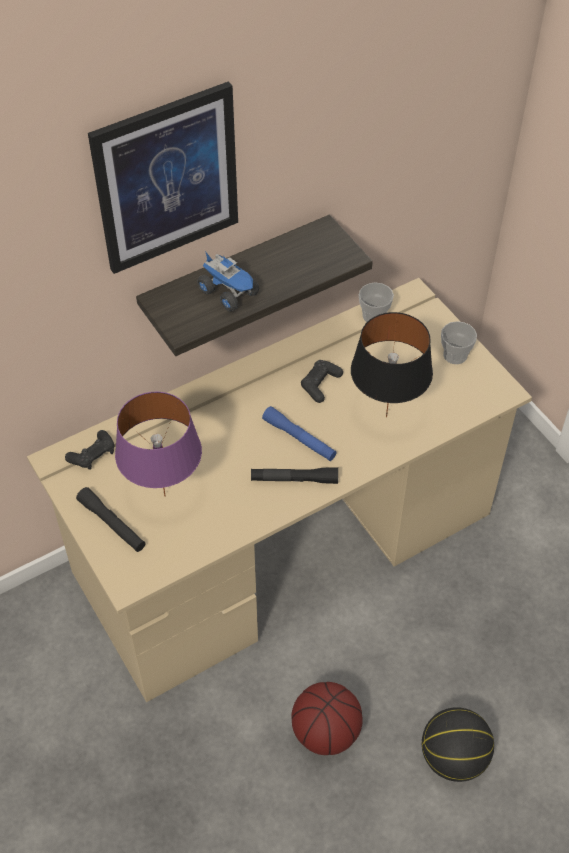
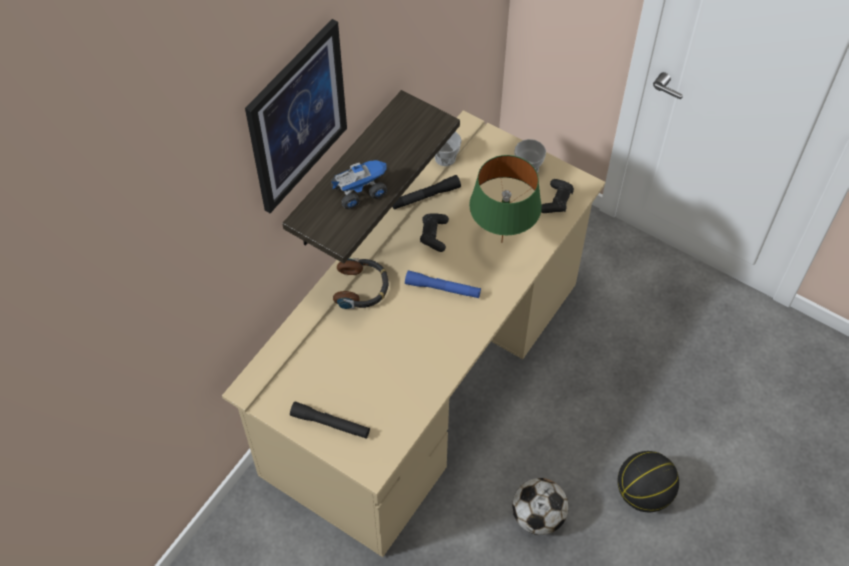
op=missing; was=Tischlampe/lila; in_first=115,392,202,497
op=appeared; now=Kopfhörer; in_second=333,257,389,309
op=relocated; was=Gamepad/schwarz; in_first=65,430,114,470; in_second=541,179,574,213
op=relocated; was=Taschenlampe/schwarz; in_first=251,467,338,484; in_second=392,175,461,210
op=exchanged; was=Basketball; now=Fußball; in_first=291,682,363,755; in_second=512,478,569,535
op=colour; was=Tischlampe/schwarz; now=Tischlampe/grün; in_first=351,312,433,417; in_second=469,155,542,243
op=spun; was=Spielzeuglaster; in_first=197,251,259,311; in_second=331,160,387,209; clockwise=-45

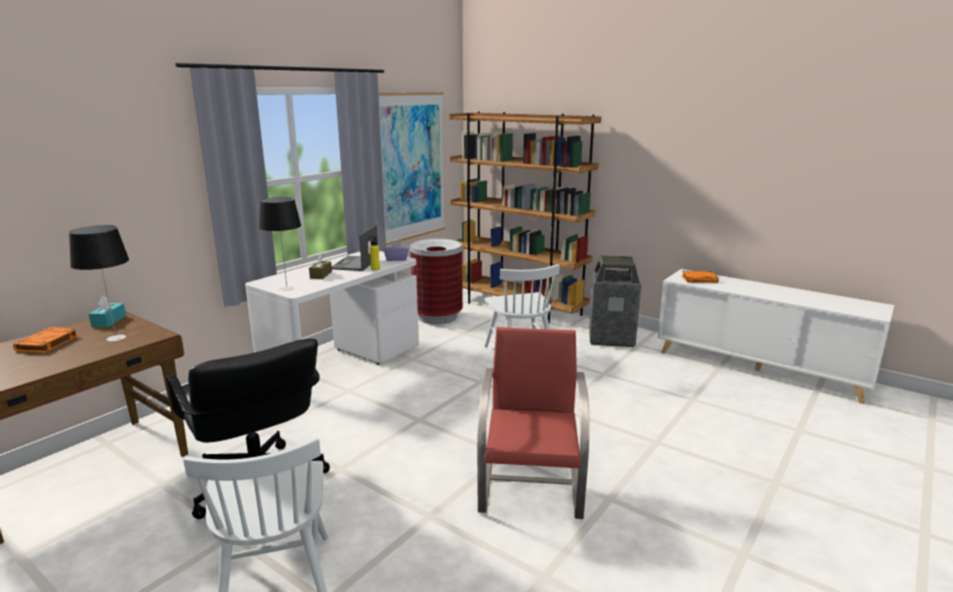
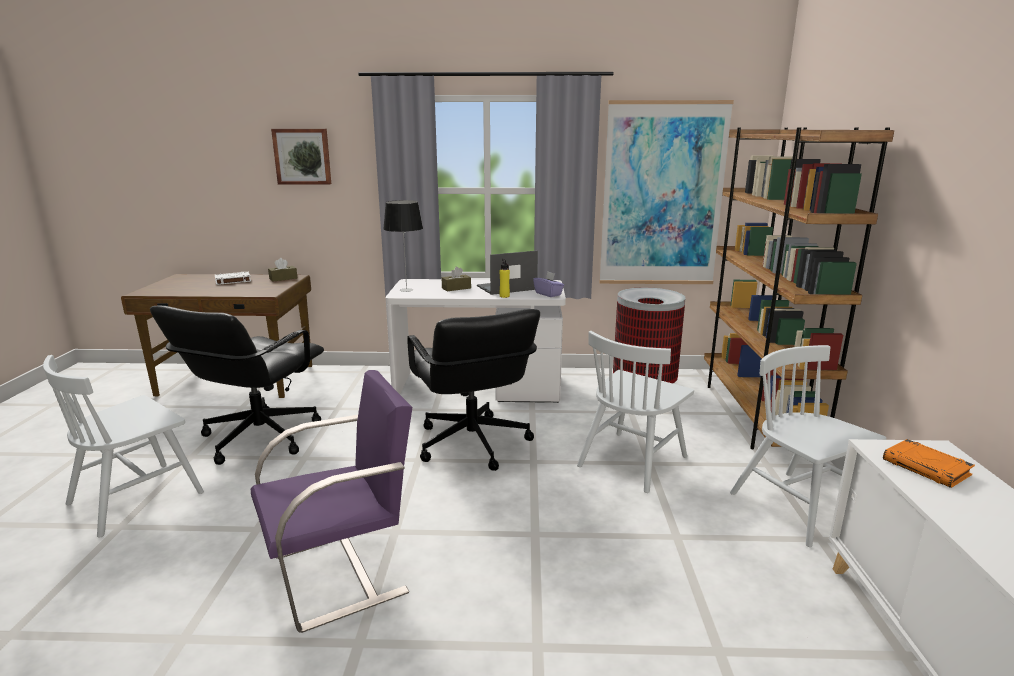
op=missing; was=Tischlampe; in_first=69,225,129,342
op=appeared; now=Bild; in_second=271,129,331,185
op=appeared; now=Bürostuhl/schwarz; in_second=407,309,540,471
op=exchanged; was=Mülleimer; now=Stuhl/weiß; in_first=589,255,641,347; in_second=730,345,886,547
op=colour; was=Buch/orange; now=Buch/weiß; in_first=13,327,78,353; in_second=215,272,251,285
op=colour; was=Taschentuchbox/türkis; now=Taschentuchbox/braun; in_first=89,296,126,327; in_second=268,258,298,282
op=colour; was=Stuhl/rot; now=Stuhl/lila; in_first=477,327,590,519; in_second=251,370,412,633

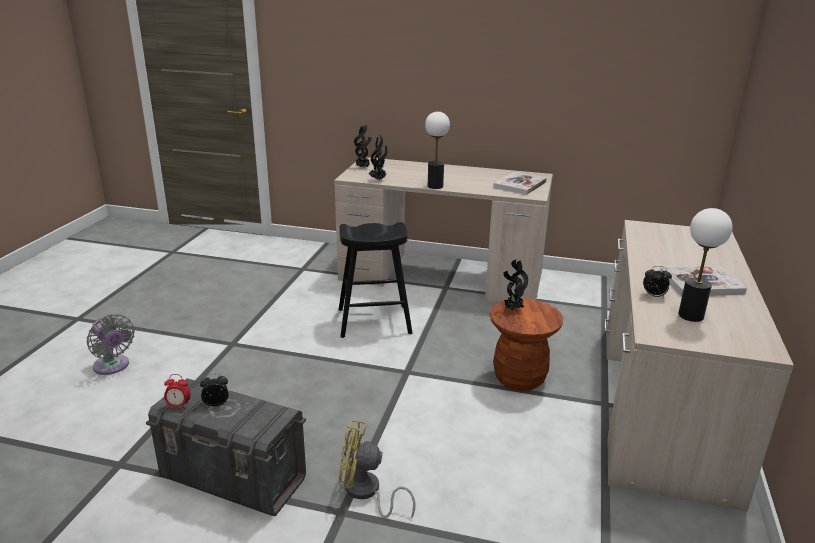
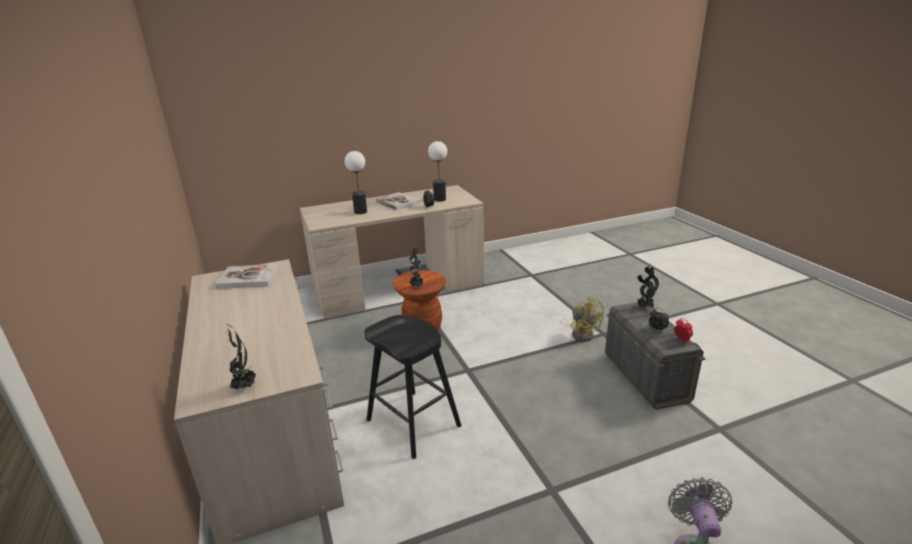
op=relocated; was=Topfpflanze; in_first=369,134,388,180; in_second=637,266,659,308
op=relocated; was=Tischlampe; in_first=425,112,450,189; in_second=345,151,367,214

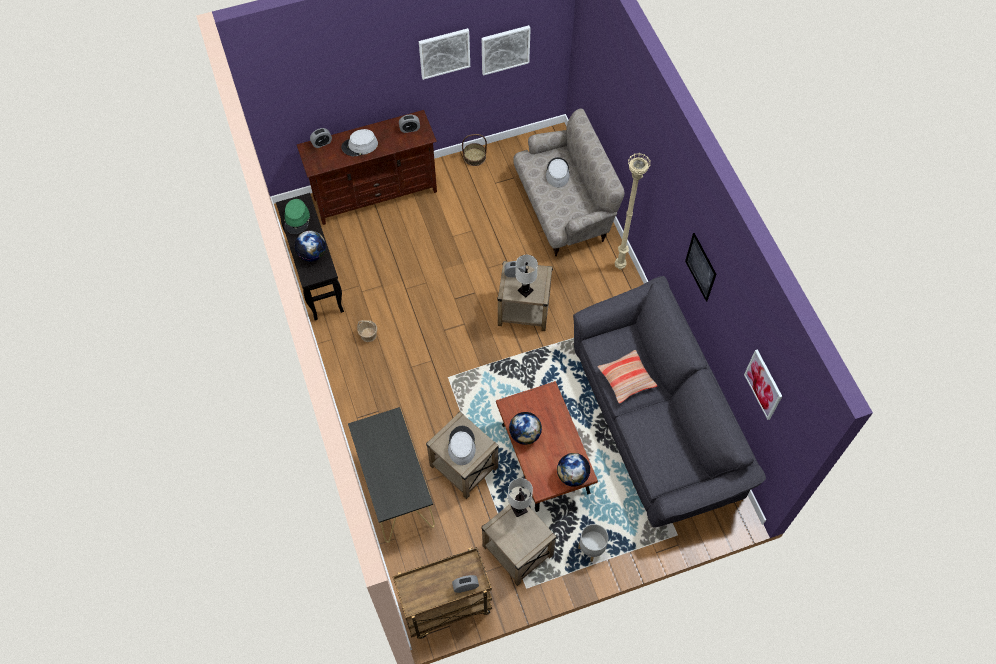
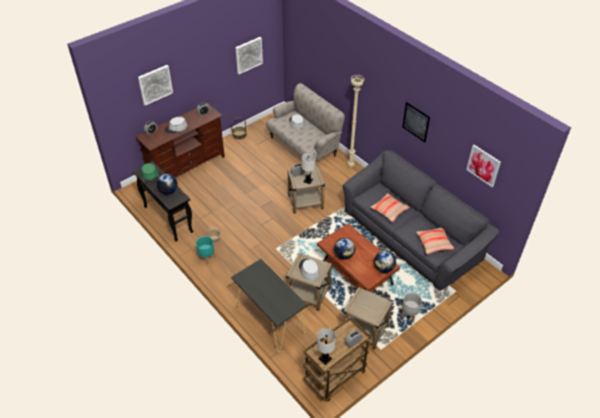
op=appeared; now=Pflanzkübel/türkis; in_second=196,236,215,264
op=appeared; now=Kissen; in_second=416,228,454,254
op=relocated; was=Bild; in_first=419,28,470,80; in_second=138,65,173,105
op=relocated; was=Tischlampe/weiß; in_first=508,478,533,517; in_second=317,328,336,365

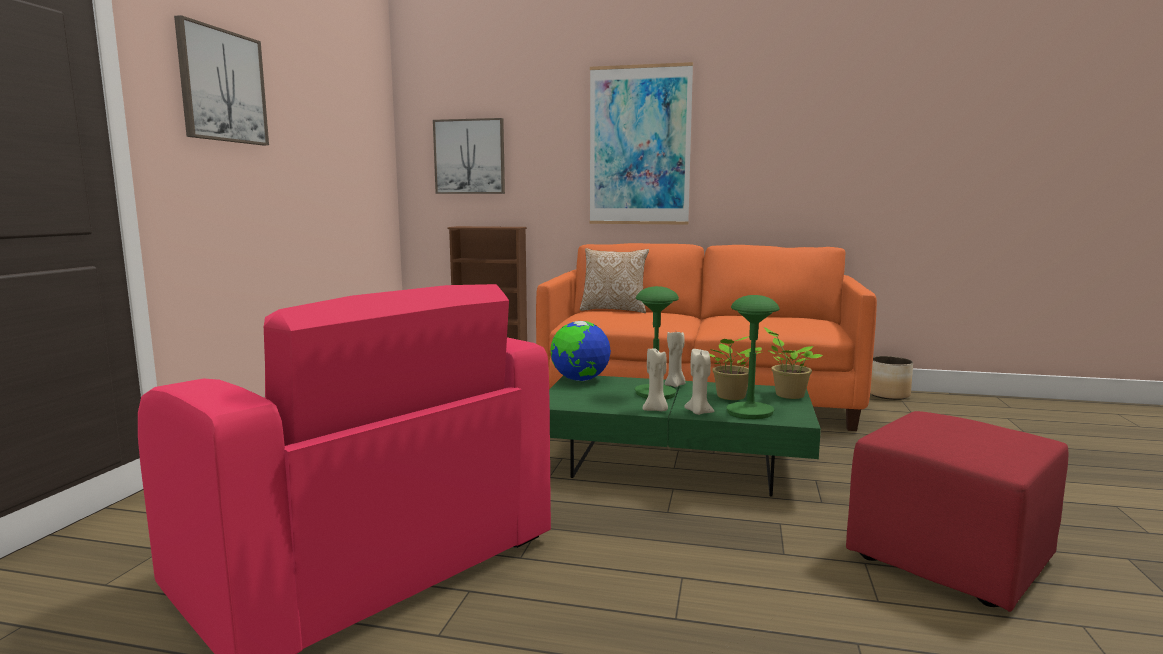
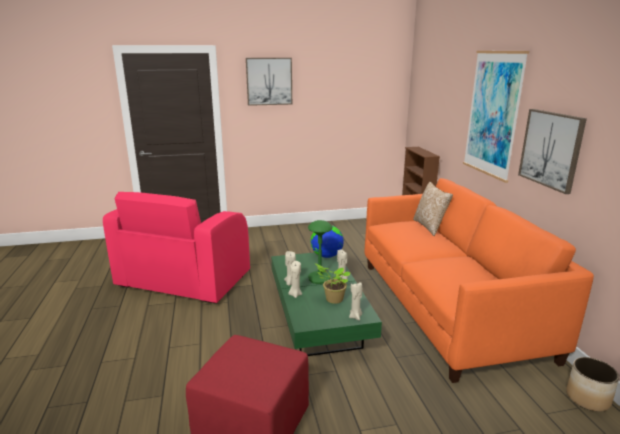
op=missing; was=Tischlampe/grün; in_first=726,295,780,419
op=relocated; was=Bild; in_first=433,118,505,194; in_second=518,109,587,194
op=exchanged; was=Topfpflanze; now=Kerze/beige; in_first=764,327,823,399; in_second=349,282,363,321

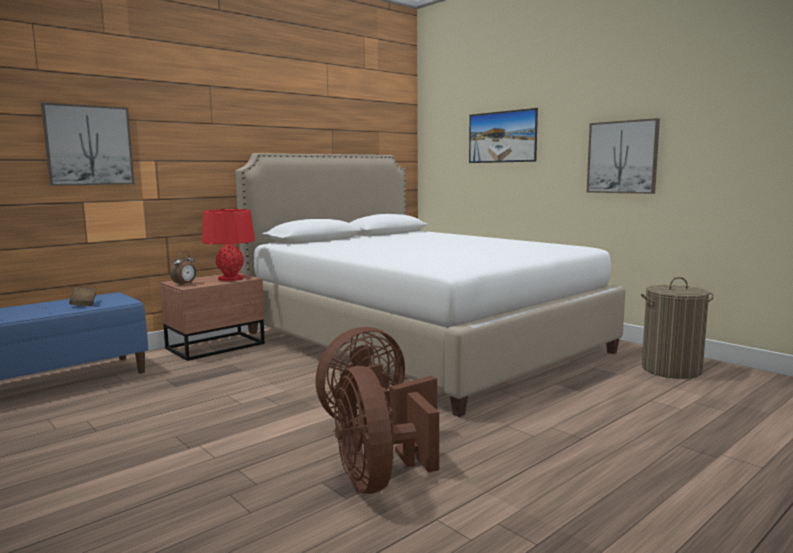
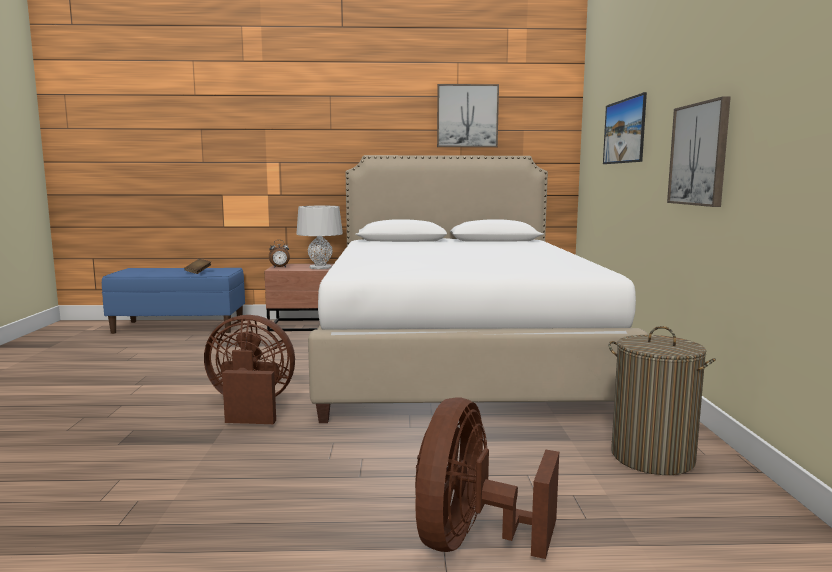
op=relocated; was=Bild; in_first=41,102,135,186; in_second=437,84,499,147
op=relocated; was=Ventilator/braun; in_first=334,366,439,494; in_second=415,398,559,559
op=colour; was=Tischlampe/rot; now=Tischlampe/grau; in_first=202,209,255,281; in_second=296,206,343,269

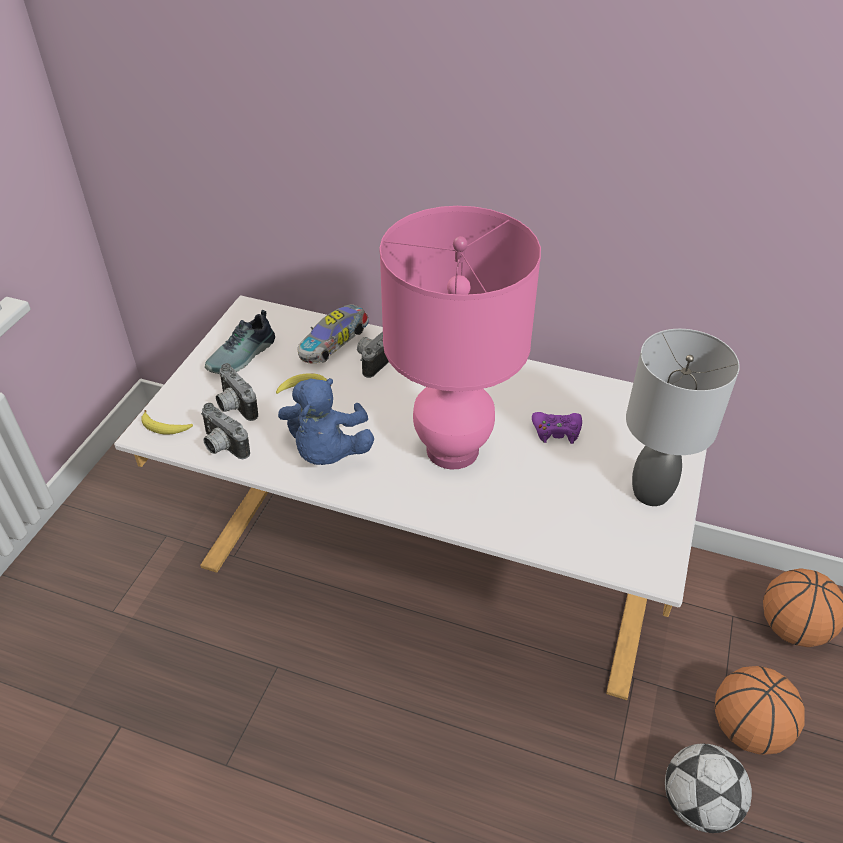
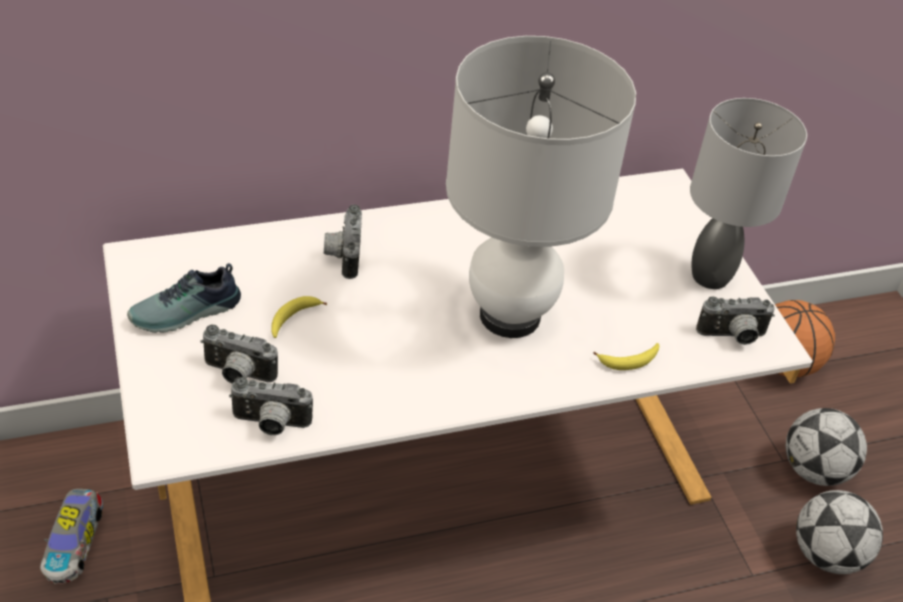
op=missing; was=Plüschtier/blau; in_first=278,378,374,465
op=missing; was=Gamepad/lila; in_first=532,412,582,444
op=appeared; now=Kamera; in_second=696,296,775,345
op=relocated; was=Banane; in_first=141,410,193,434; in_second=593,343,659,370
op=relocated; was=Spielzeugauto; in_first=297,304,369,364; in_second=40,489,103,584
op=exchanged; was=Basketball; now=Fußball; in_first=715,666,804,755; in_second=785,408,867,486
op=colour; was=Tischlampe/rosa; now=Tischlampe/weiß; in_first=379,206,541,470; in_second=446,36,636,338
op=spun; was=Schuh; in_first=205,310,275,374; in_second=127,263,241,333; clockwise=60

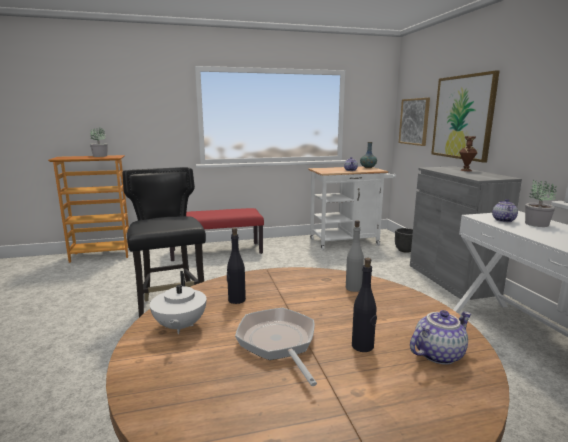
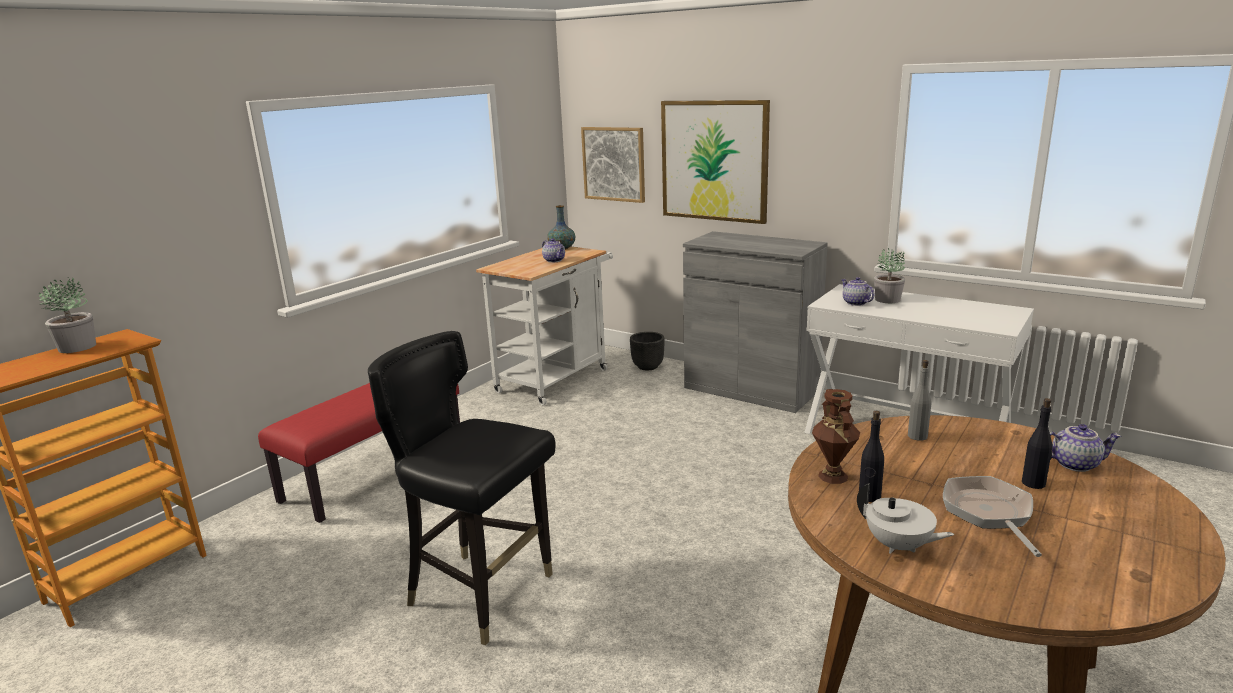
op=relocated; was=Vase/braun; in_first=459,136,478,171; in_second=812,389,860,484
op=spun; was=Pfanne; in_first=235,308,317,386; in_second=943,476,1042,557; clockwise=60
op=spun; was=Teekanne; in_first=410,310,471,365; in_second=1050,424,1122,472; clockwise=75

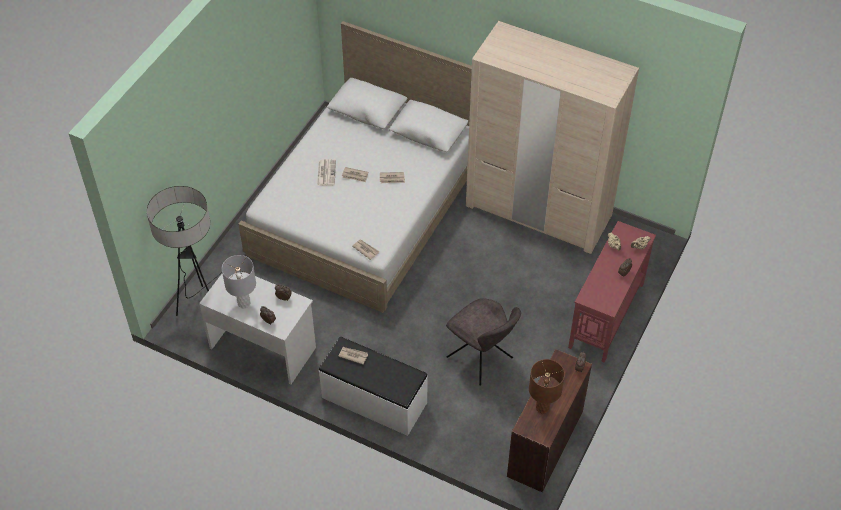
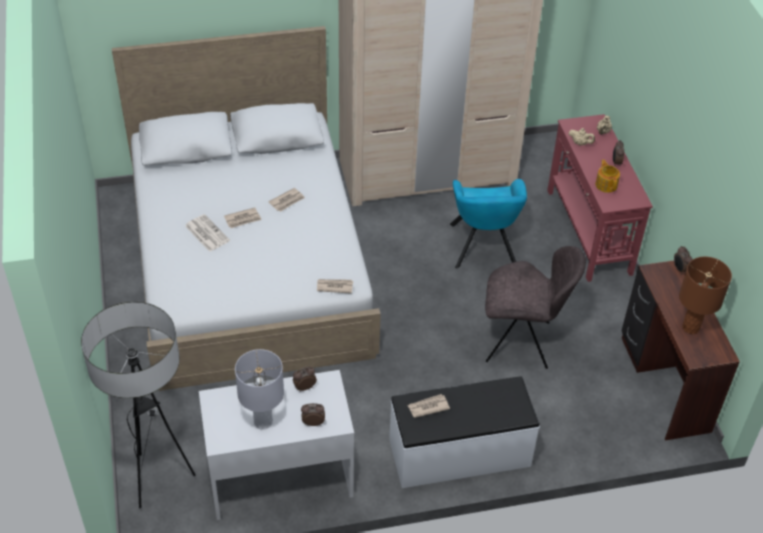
op=appeared; now=Sessel/türkis; in_second=450,179,527,268
op=appeared; now=Teekanne; in_second=595,160,620,193

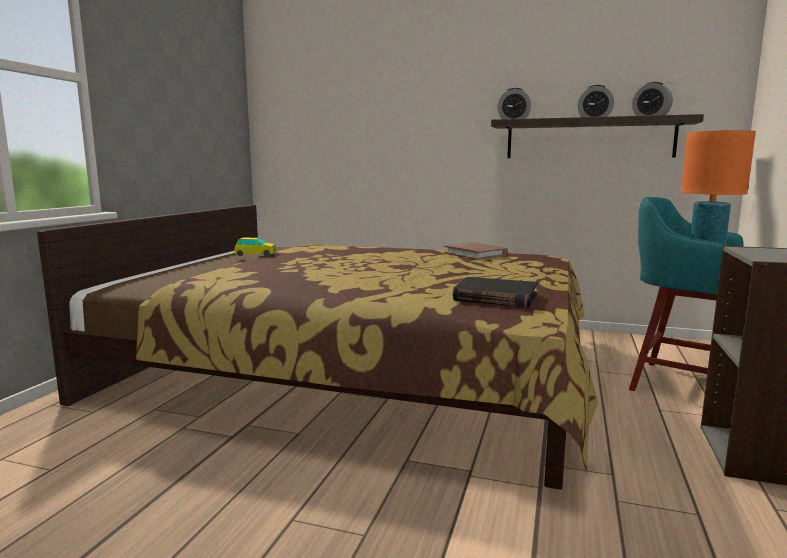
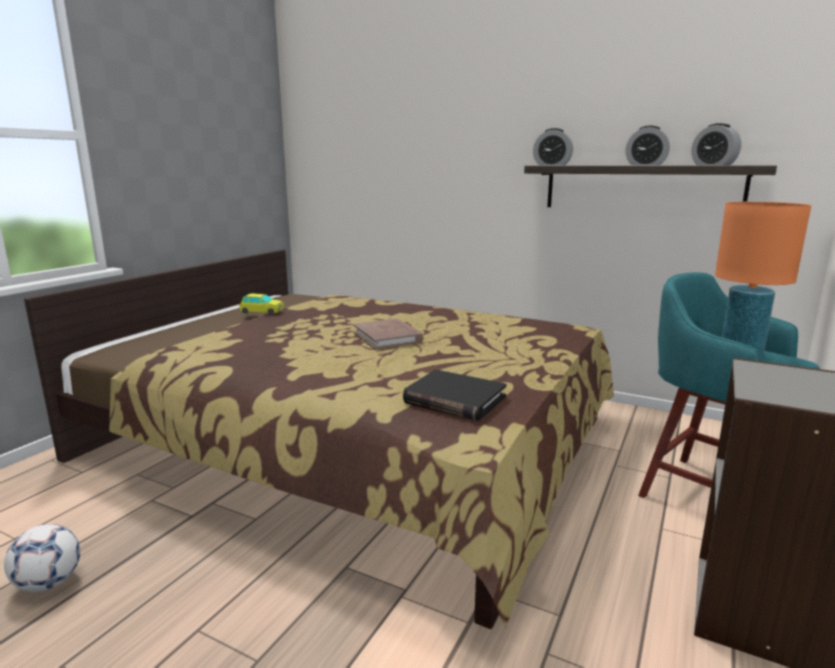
op=appeared; now=Fußball; in_second=4,524,80,592
op=relocated; was=Buch/braun; in_first=444,242,508,260; in_second=353,319,423,350

